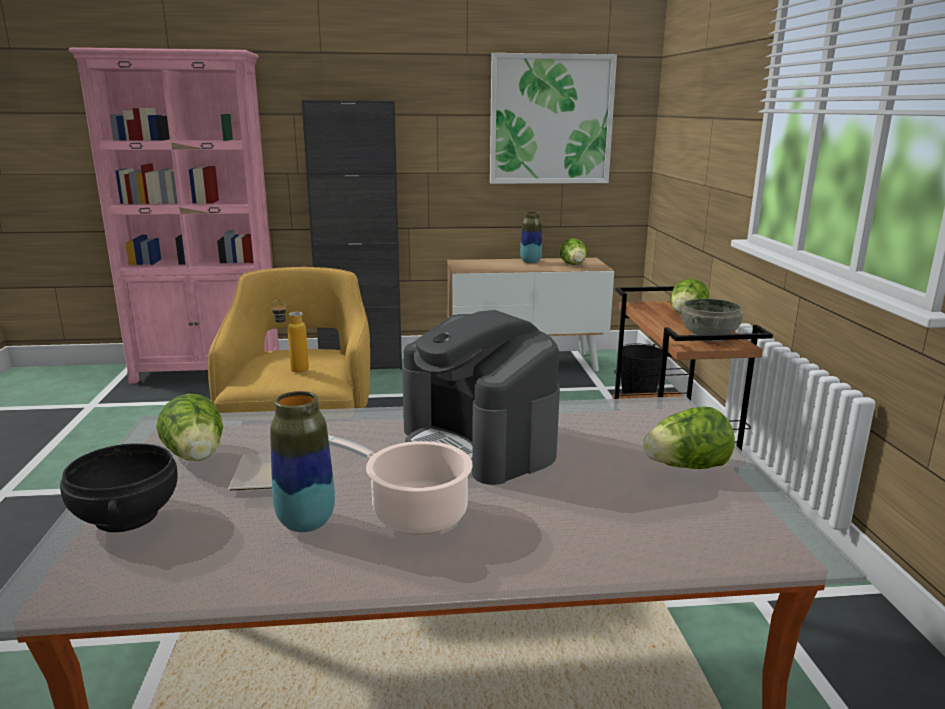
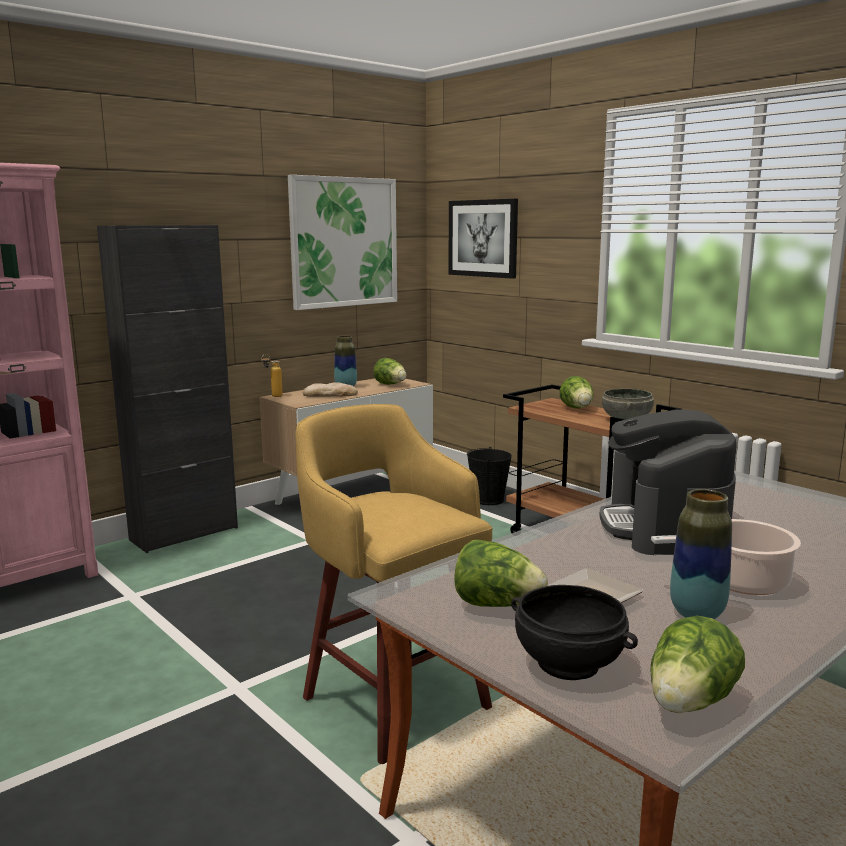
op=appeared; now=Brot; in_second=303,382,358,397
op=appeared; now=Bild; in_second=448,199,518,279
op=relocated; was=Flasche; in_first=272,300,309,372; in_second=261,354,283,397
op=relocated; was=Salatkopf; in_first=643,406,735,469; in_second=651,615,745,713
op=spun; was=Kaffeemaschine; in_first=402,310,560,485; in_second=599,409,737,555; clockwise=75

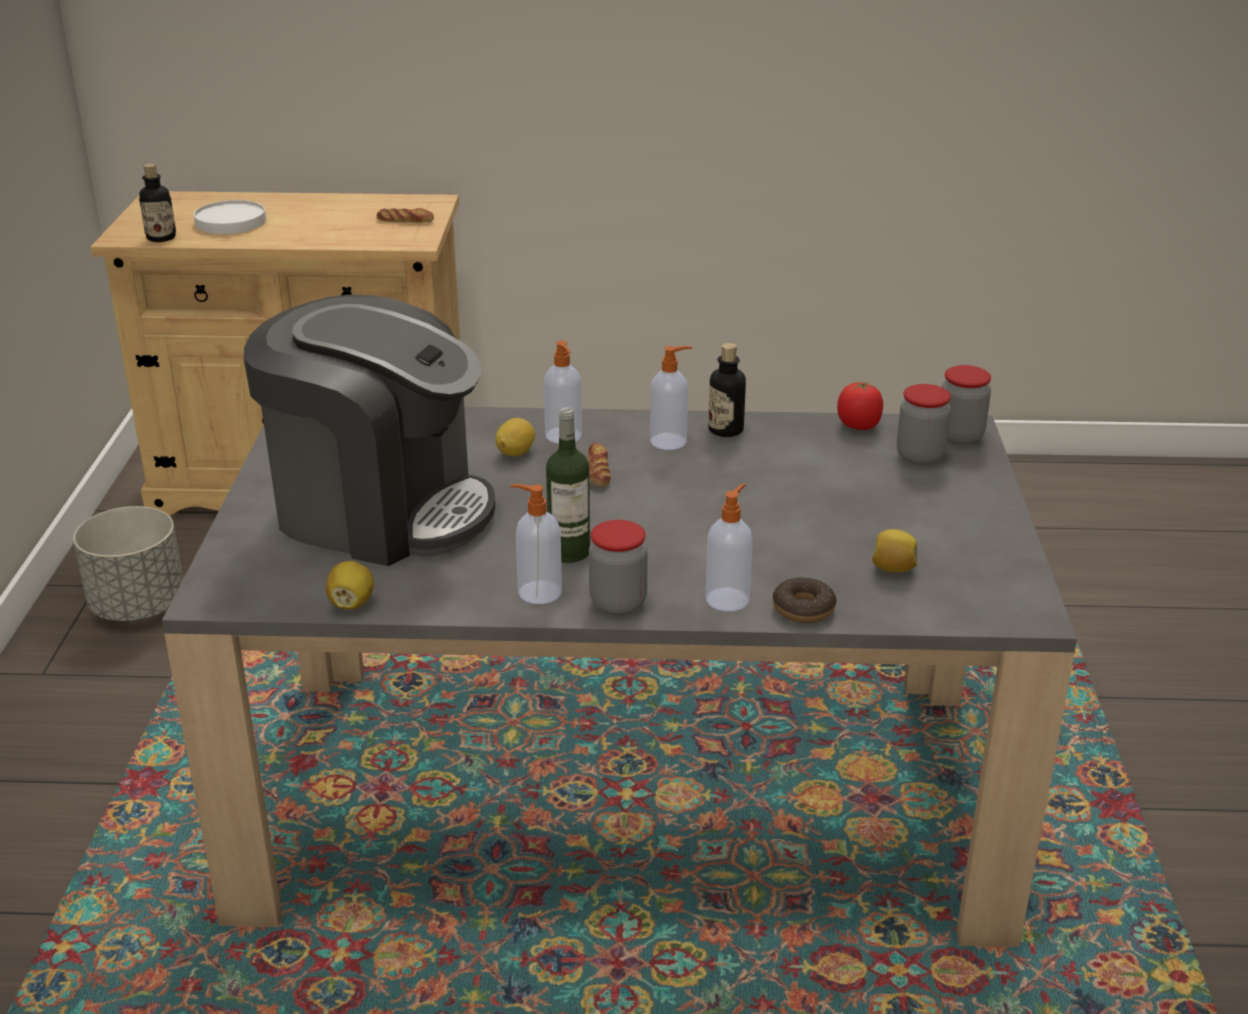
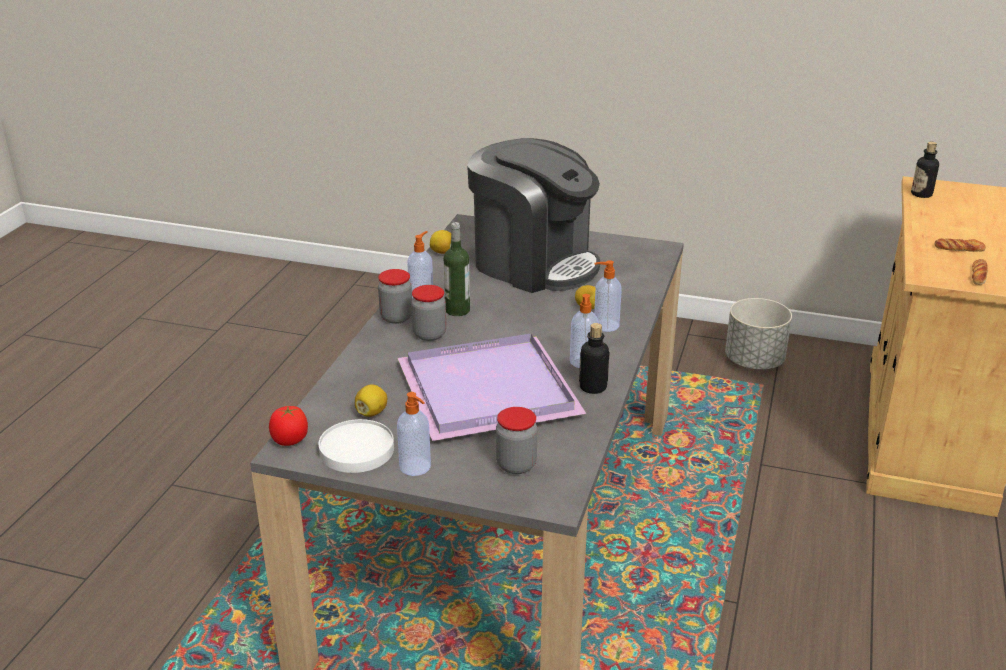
op=missing; was=Donut; in_first=773,577,837,623
op=appeared; now=Tablett/lila; in_second=398,334,587,441
op=relocated; was=Teller/weiß; in_first=194,200,266,234; in_second=319,419,394,473
op=relocated; was=Brot; in_first=587,443,611,487; in_second=934,238,986,252
op=relocated; was=Seifenspender; in_first=706,483,753,611; in_second=397,392,431,476
op=relocated; was=Tomate; in_first=837,381,883,430; in_second=269,406,308,446
op=relocated; was=Vorratsglas; in_first=942,365,991,444; in_second=411,285,446,341
op=spun; was=Kaffeemaschine; in_first=244,294,495,566; in_second=467,138,600,293; clockwise=-90

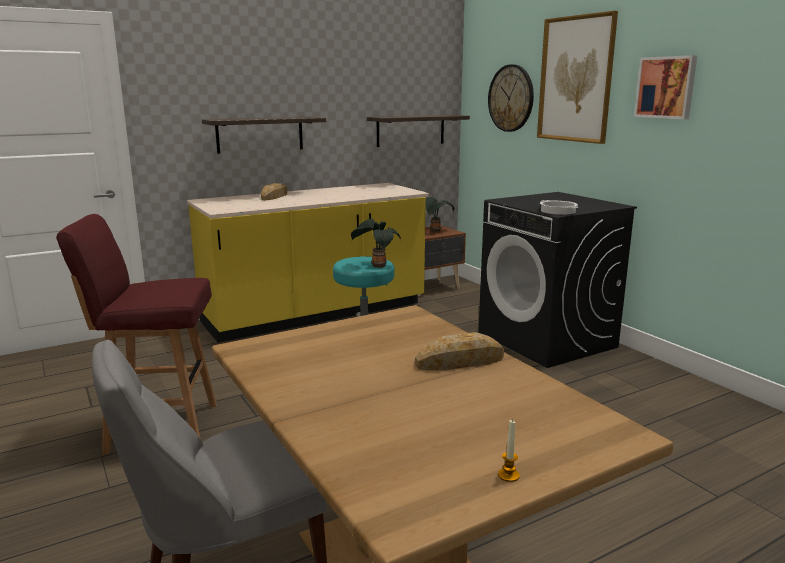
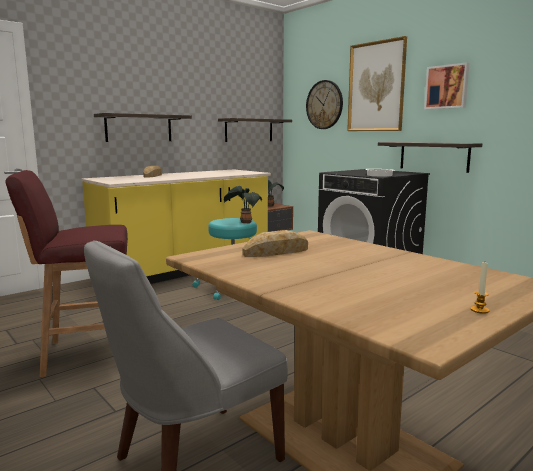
op=appeared; now=Wandregal; in_second=378,142,482,173
op=relocated; was=Brot; in_first=415,332,504,370; in_second=242,230,308,257

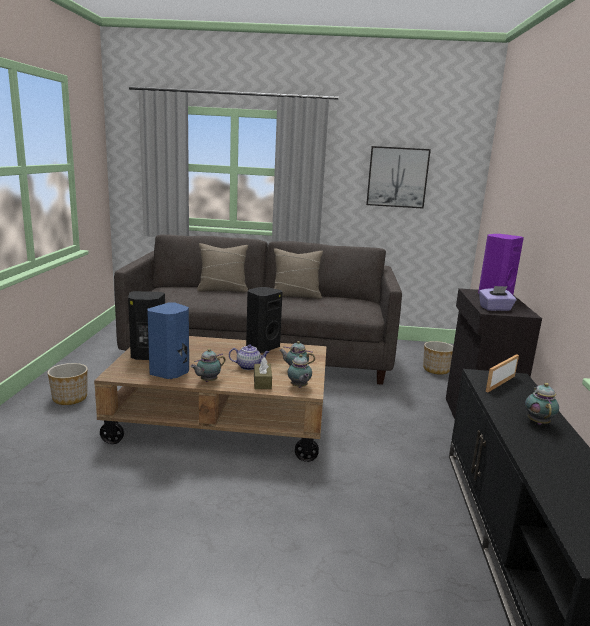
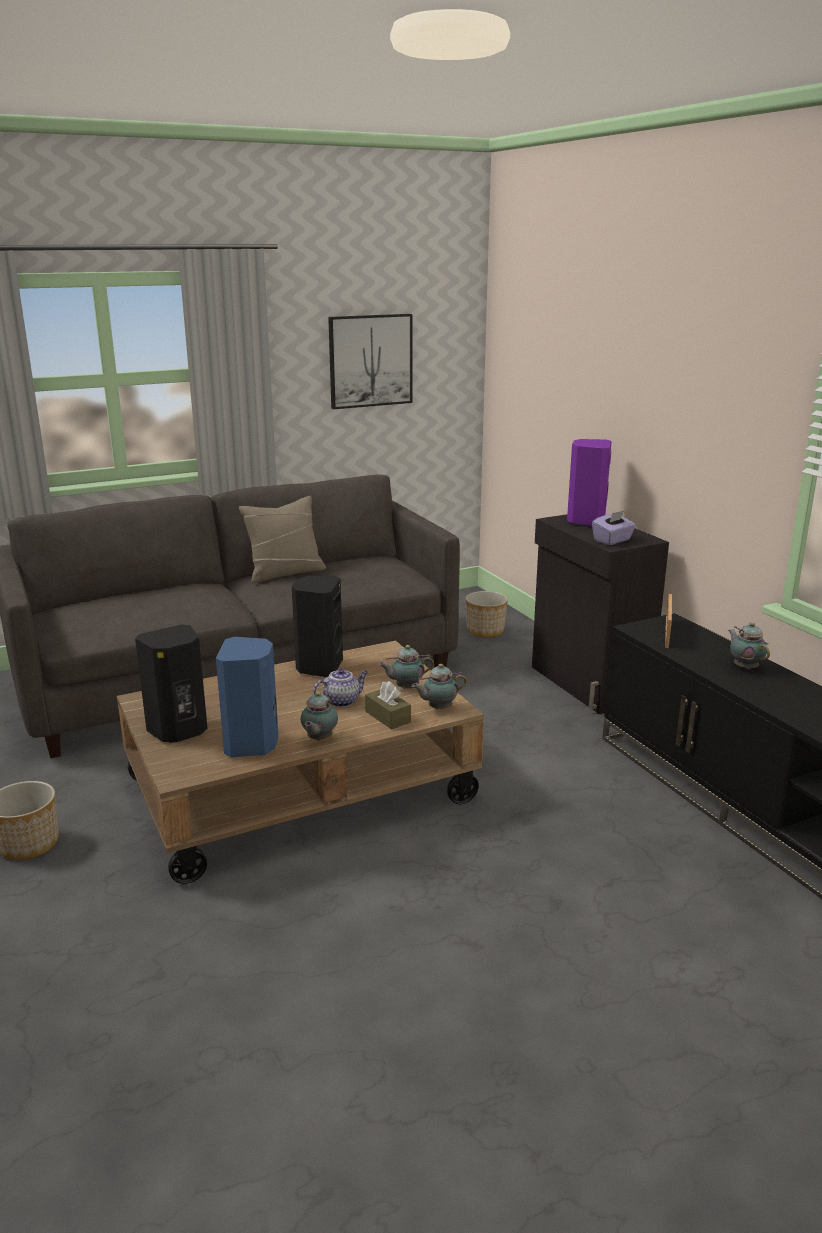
op=missing; was=Kissen/beige; in_first=197,243,248,292
op=spun; was=Teekanne; in_first=288,354,312,388; in_second=412,664,467,709; clockwise=120

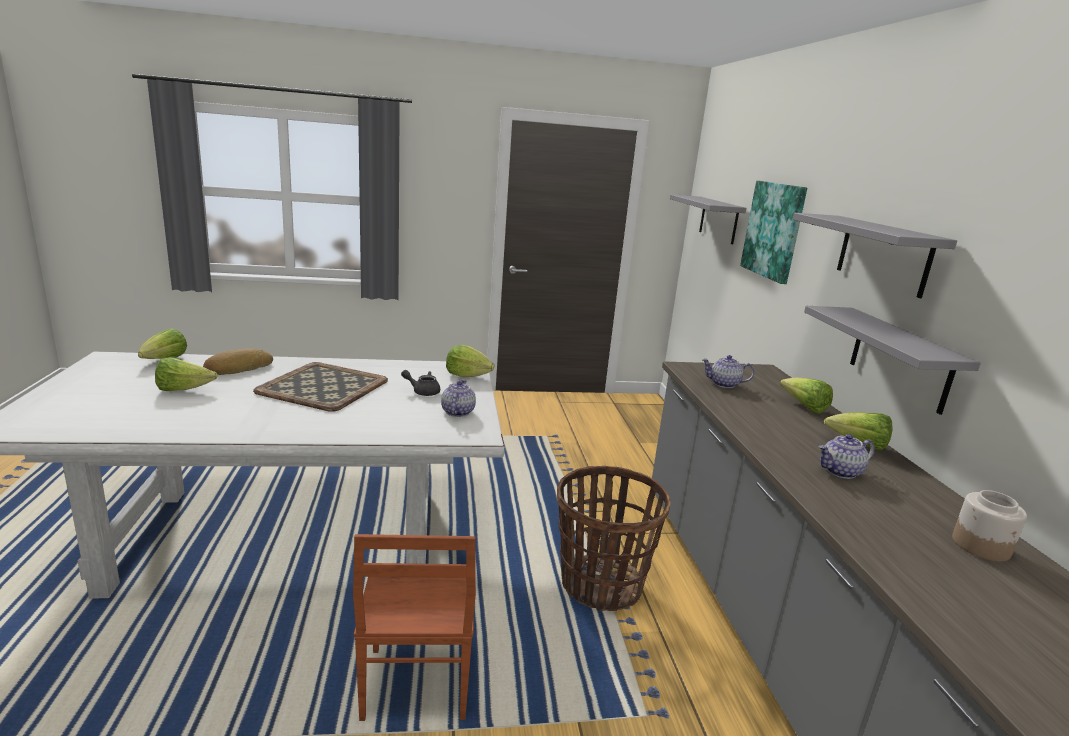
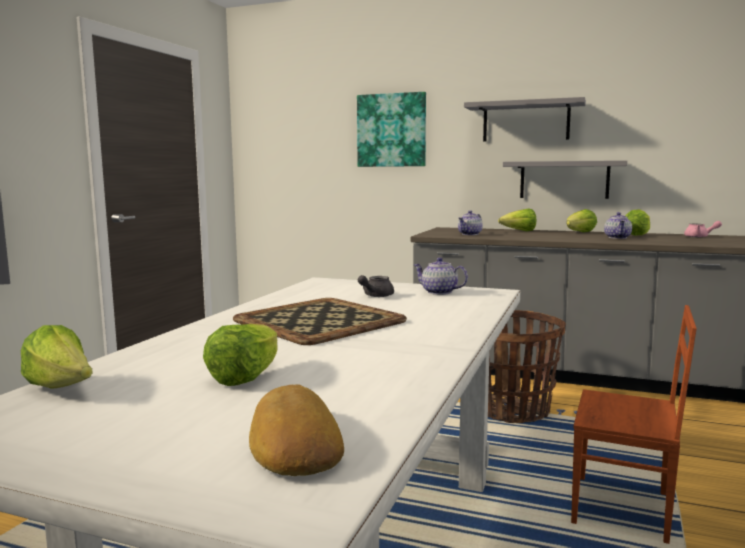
op=missing; was=Wandregal/grau; in_first=670,195,746,244
op=relocated; was=Brot; in_first=203,349,273,375; in_second=249,385,344,476
op=relocated; was=Salatkopf; in_first=446,345,494,377; in_second=625,209,650,236
op=exchanged; was=Vorratsglas; now=Teekanne/rosa; in_first=952,490,1027,562; in_second=684,221,722,237

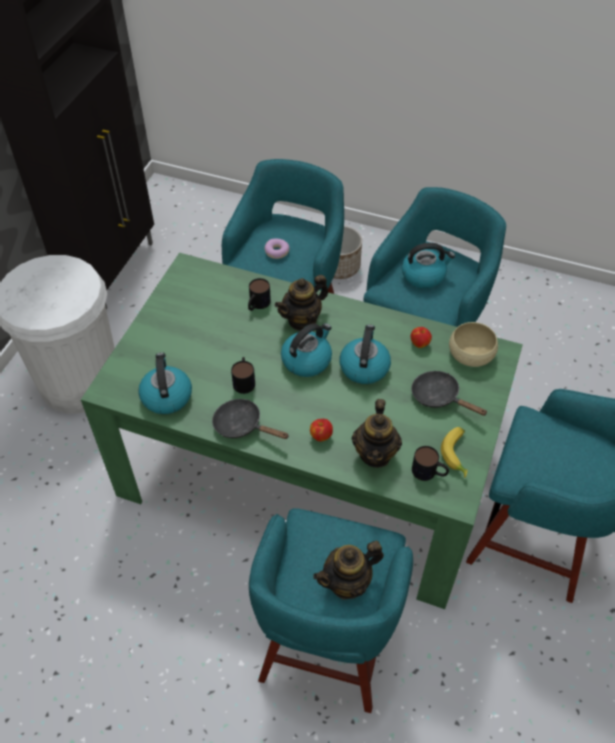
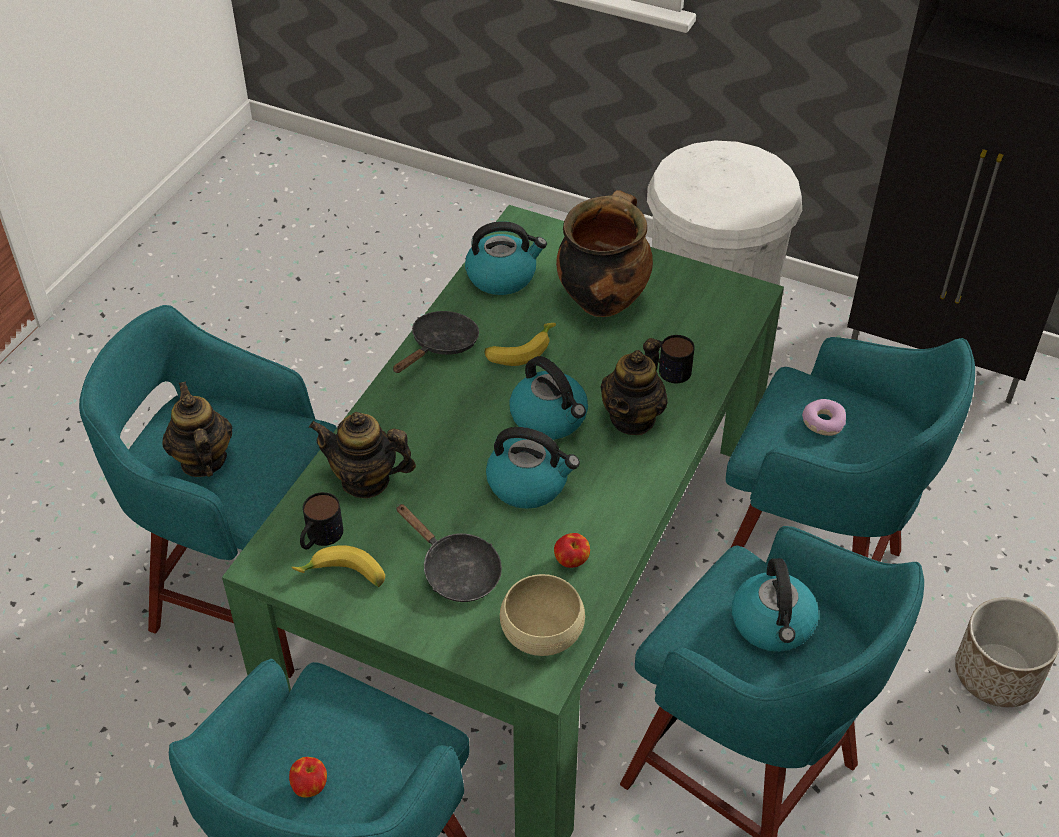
op=appeared; now=Kochtopf; in_second=556,190,653,317
op=relocated; was=Apfel; in_first=310,419,333,442; in_second=289,757,327,798
op=exchanged; was=Henkelbecher; now=Banane; in_first=231,357,255,394; in_second=485,323,556,366
op=spun; was=Teekanne; in_first=275,275,329,331; in_second=600,338,668,435; clockwise=-120
op=spun; was=Pfanne/schwarz; in_first=411,371,488,416; in_second=396,504,502,602; clockwise=90

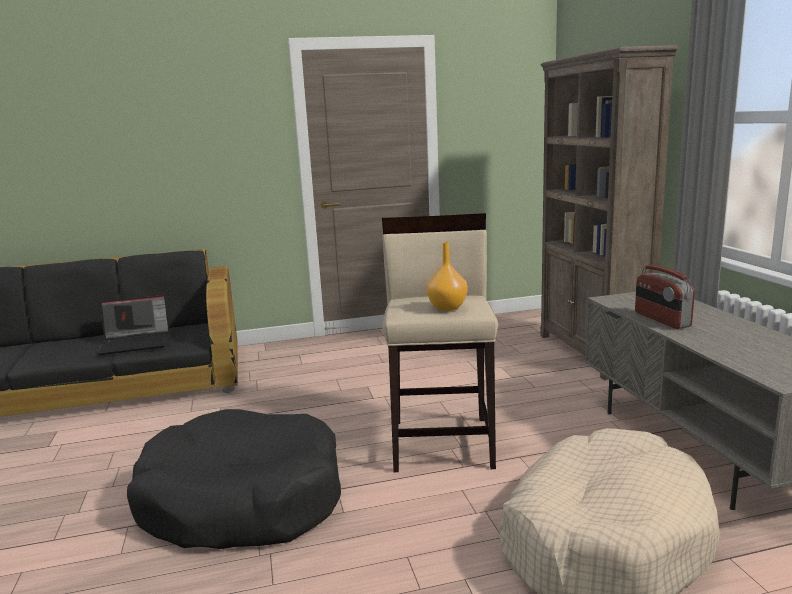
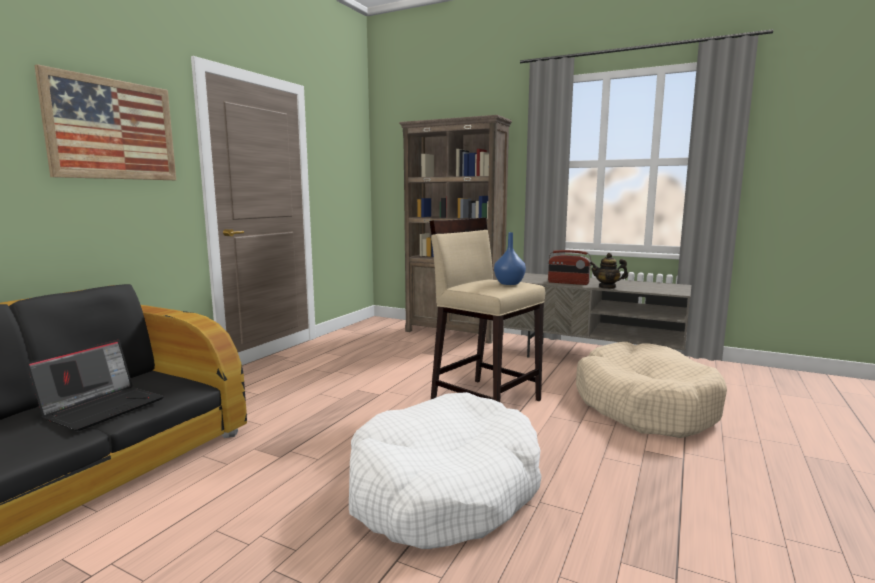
op=appeared; now=Bild; in_second=34,64,176,180
op=appeared; now=Teekanne; in_second=590,253,628,289
op=colour; was=Hundebett/schwarz; now=Hundebett/weiß; in_first=127,409,341,549; in_second=349,392,542,549
op=colour; was=Vase/orange; now=Vase/blau; in_first=426,242,468,311; in_second=494,232,526,285

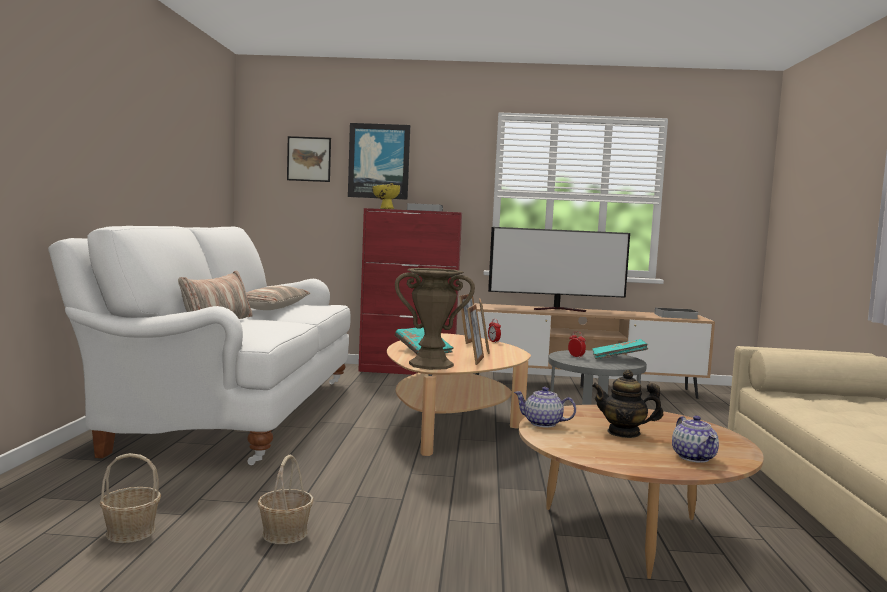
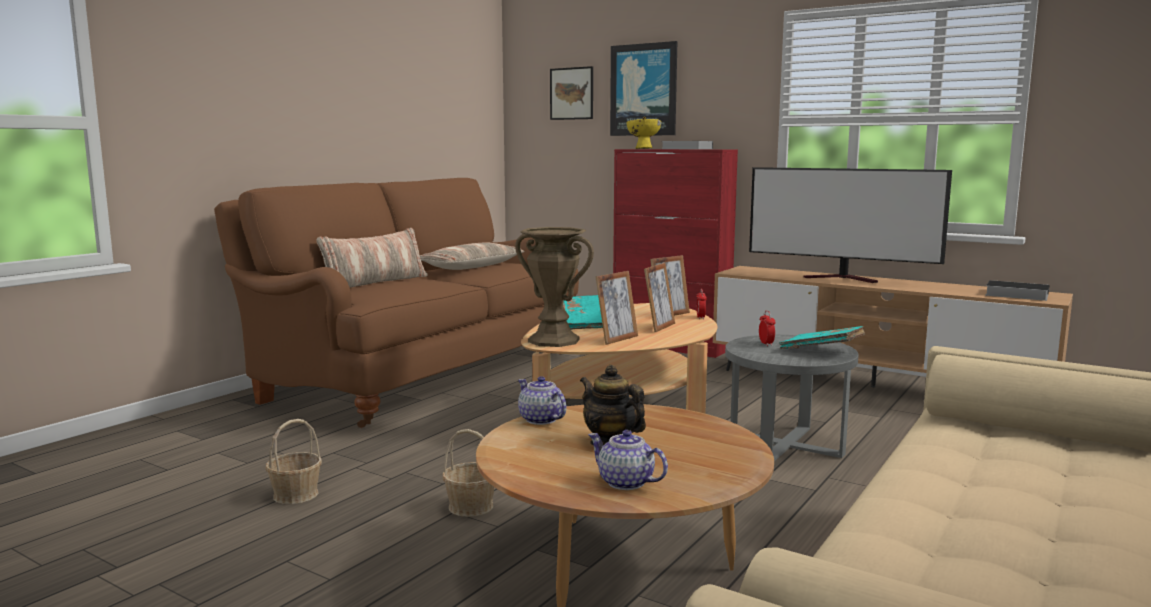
op=relocated; was=Korb; in_first=100,453,161,543; in_second=442,429,495,517
op=colour; was=Sofa/weiß; now=Sofa/braun; in_first=48,226,351,465; in_second=214,178,579,428
op=spun; was=Teekanne; in_first=672,416,719,463; in_second=588,430,668,490; clockwise=105

